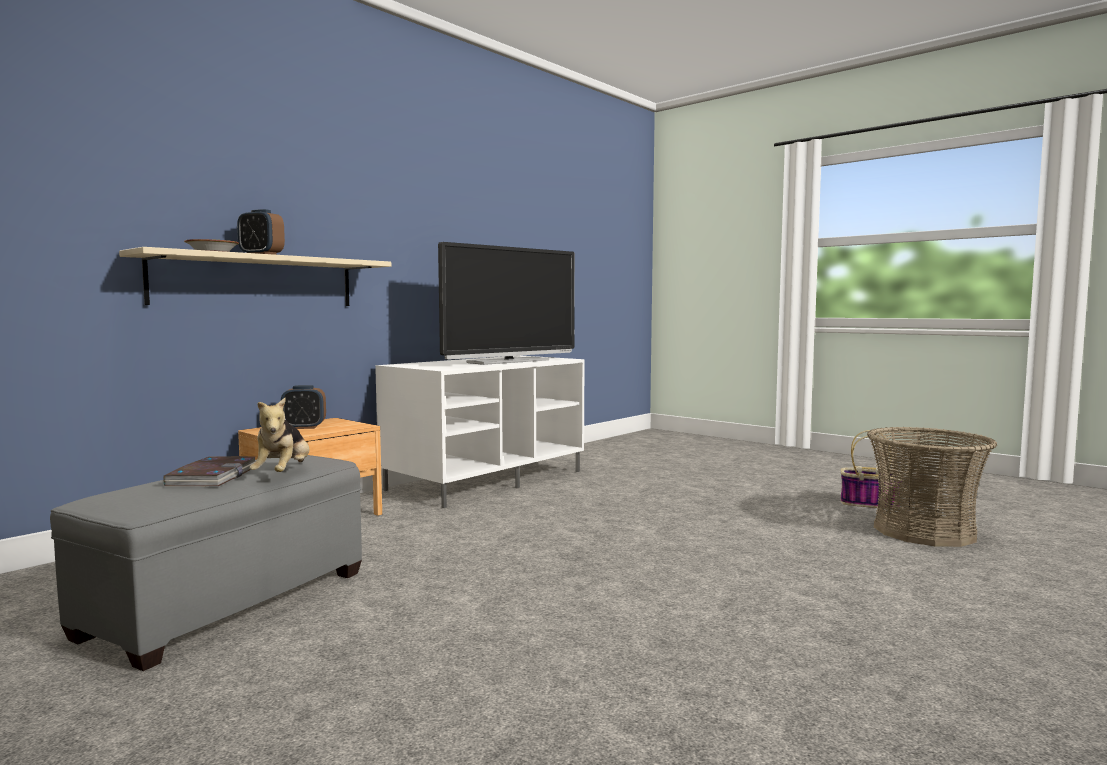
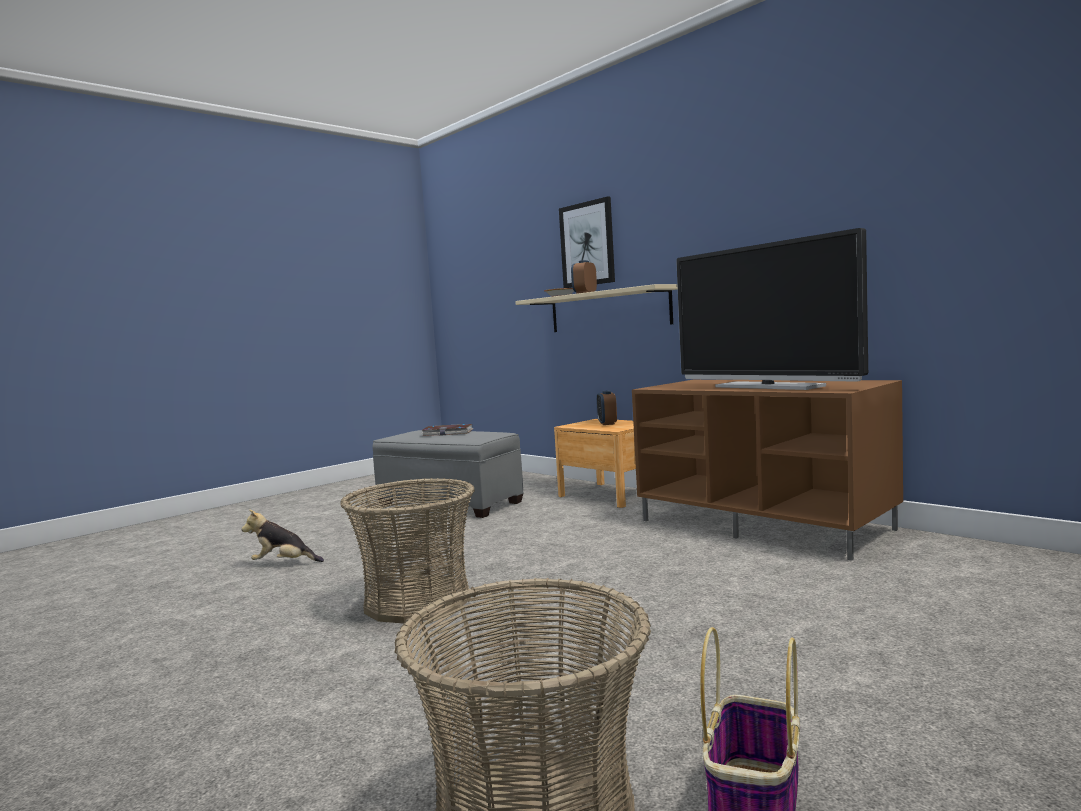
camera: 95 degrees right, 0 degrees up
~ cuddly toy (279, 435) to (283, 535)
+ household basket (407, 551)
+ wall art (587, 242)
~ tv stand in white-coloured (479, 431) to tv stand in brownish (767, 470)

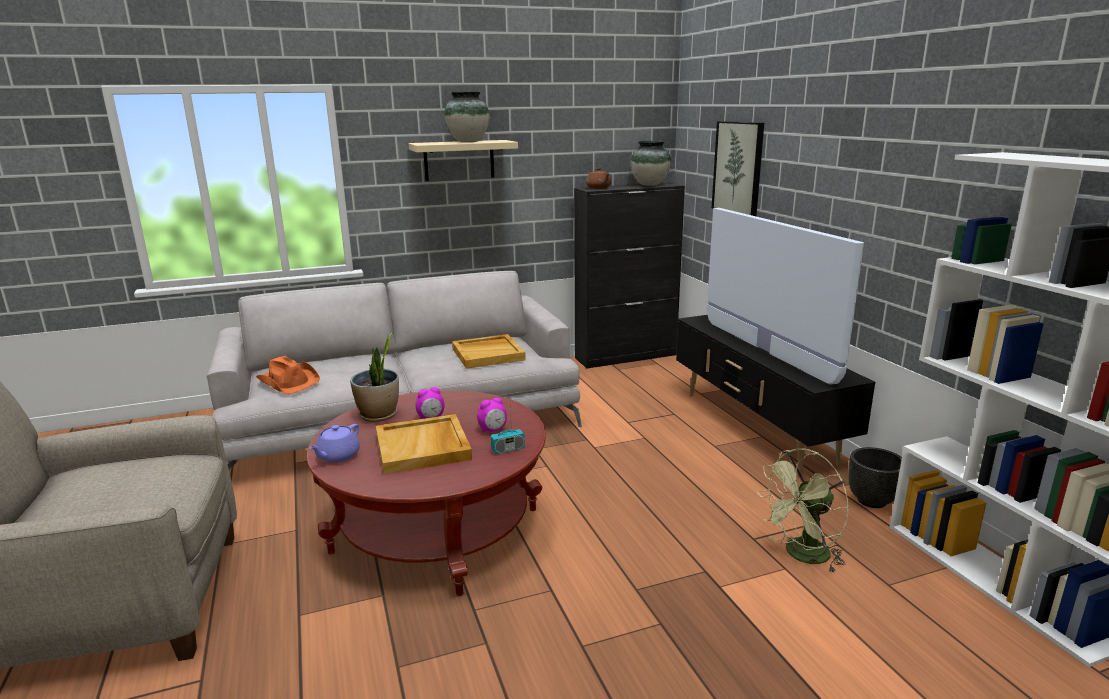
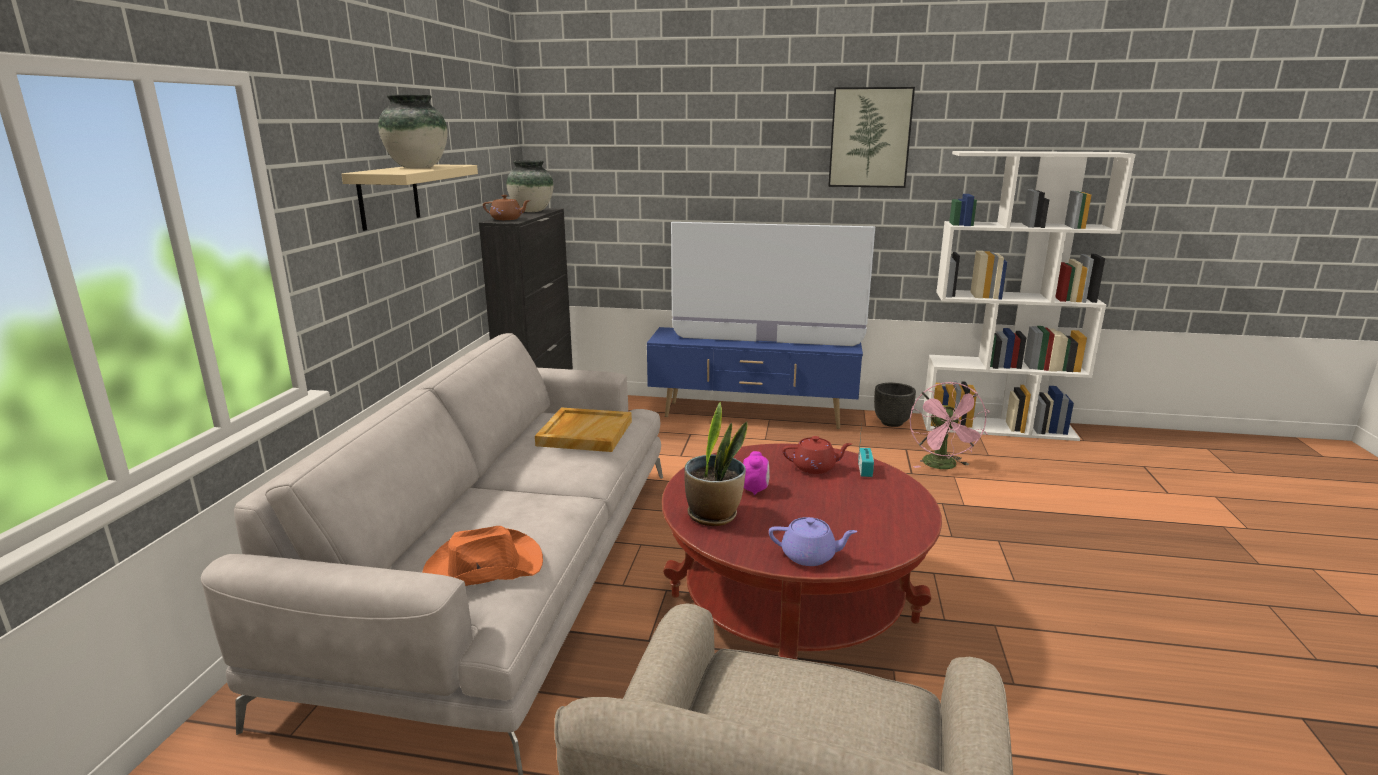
camera: 60 degrees left, 0 degrees up
~ tv stand in blackish (775, 395) to tv stand in blue-coloured (755, 378)
~ tea pot in purple (335, 443) = (813, 541) 45 degrees counterclockwise
~ alarm clock (492, 415) to tea pot in red-coloured (817, 455)
~ wall art (738, 168) to (871, 137)
~ cooling fan in greenish (803, 511) to cooling fan in pinkish (950, 425)
- carrying tray in beige (424, 444)

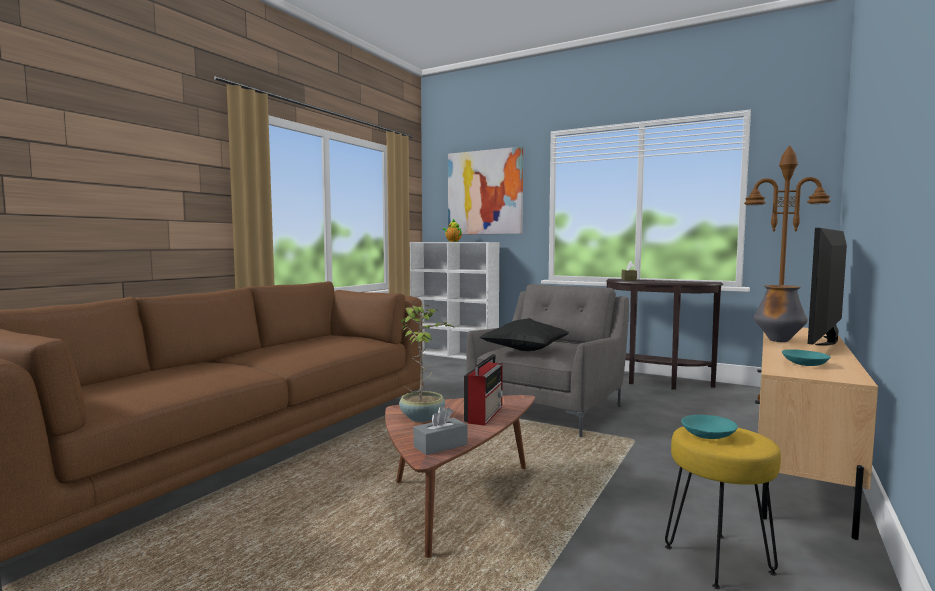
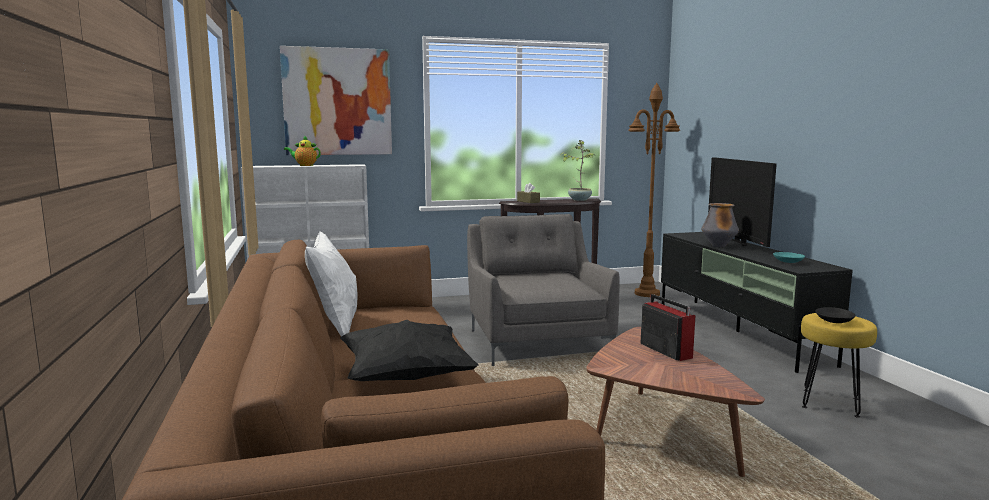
camera: 45 degrees left, 5 degrees up
+ pillow in white-coloured (331, 284)
~ pillow in blackish (524, 334) to (409, 350)
~ potted plant (426, 363) to (578, 170)
~ tv stand in beige (816, 433) to tv stand in blackish (757, 302)
~ bowl in turquoise-coloured (709, 427) to bowl in blackish (835, 315)
- tissue holder in grey (440, 430)

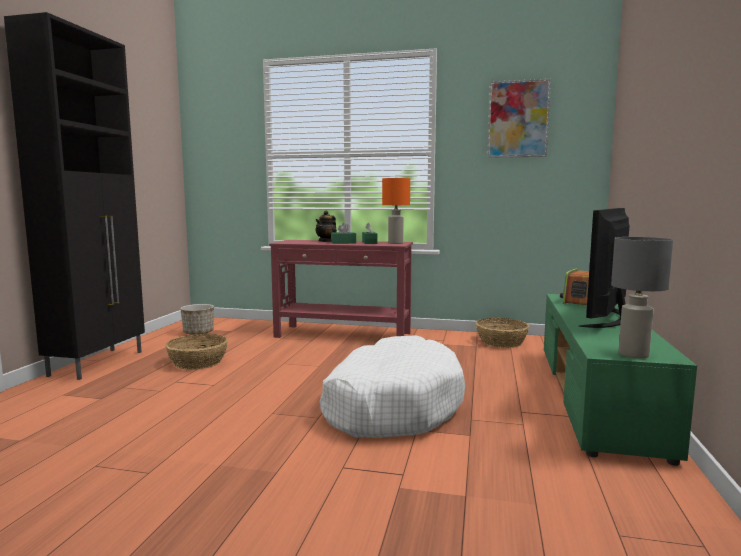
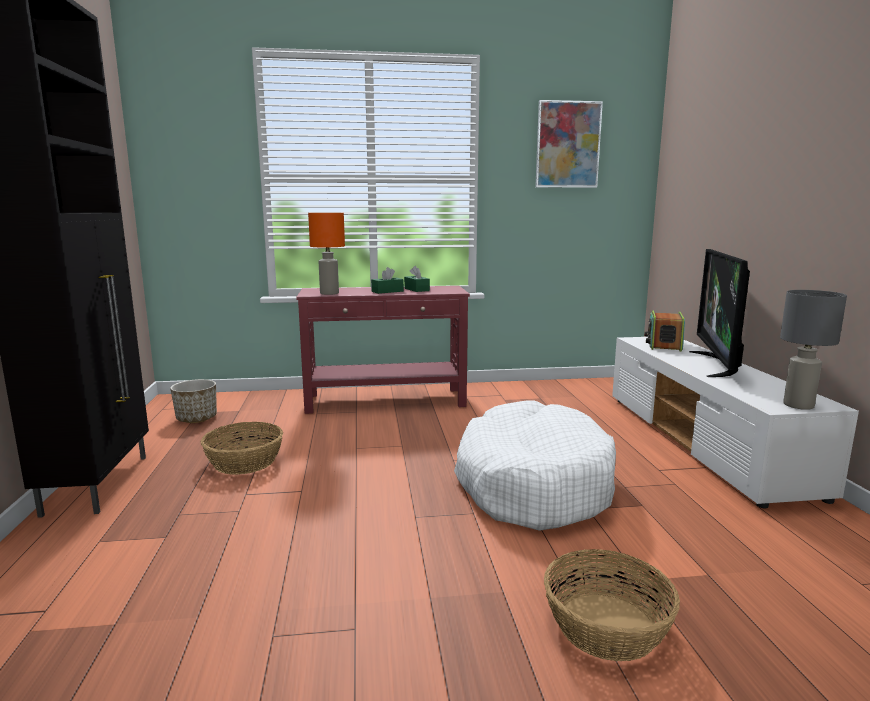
camera: 20 degrees left, 5 degrees up
~ table lamp in orange-coloured (396, 211) to (326, 254)
~ household basket (502, 333) to (612, 605)
~ tv stand in greenish (620, 380) to tv stand in white-coloured (735, 422)
- tea pot (326, 226)

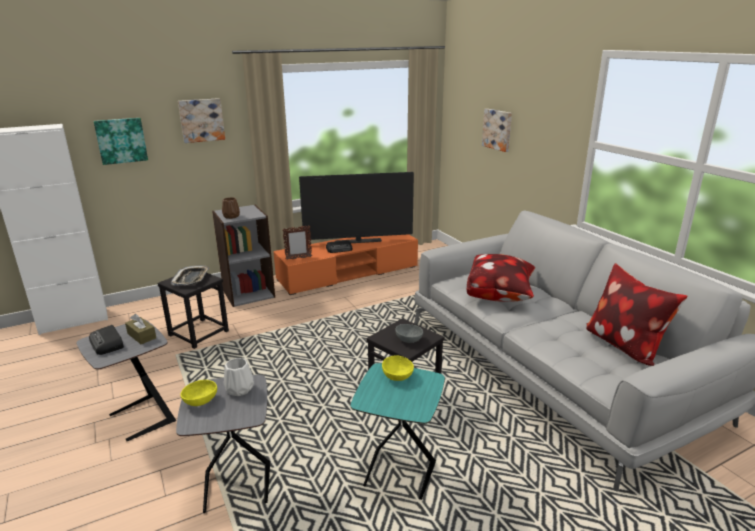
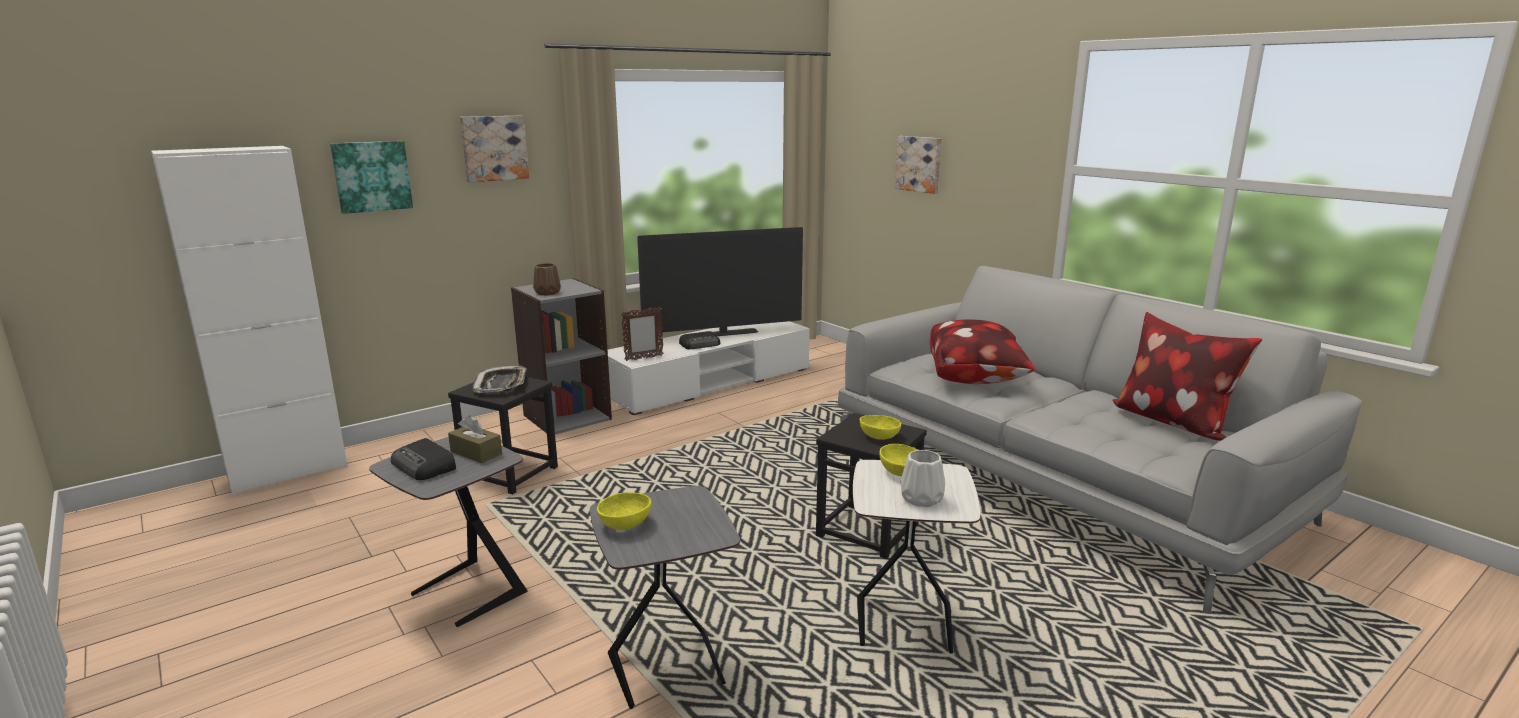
camera: 10 degrees left, 5 degrees down
~ tv stand in orange-coloured (345, 264) to tv stand in white-coloured (709, 368)
~ side table in turquoise-coloured (397, 431) to side table in white-coloured (916, 557)
~ bowl in grey (409, 333) to bowl in yellow (880, 427)
~ decorative vase in white-coloured (239, 377) to (922, 478)

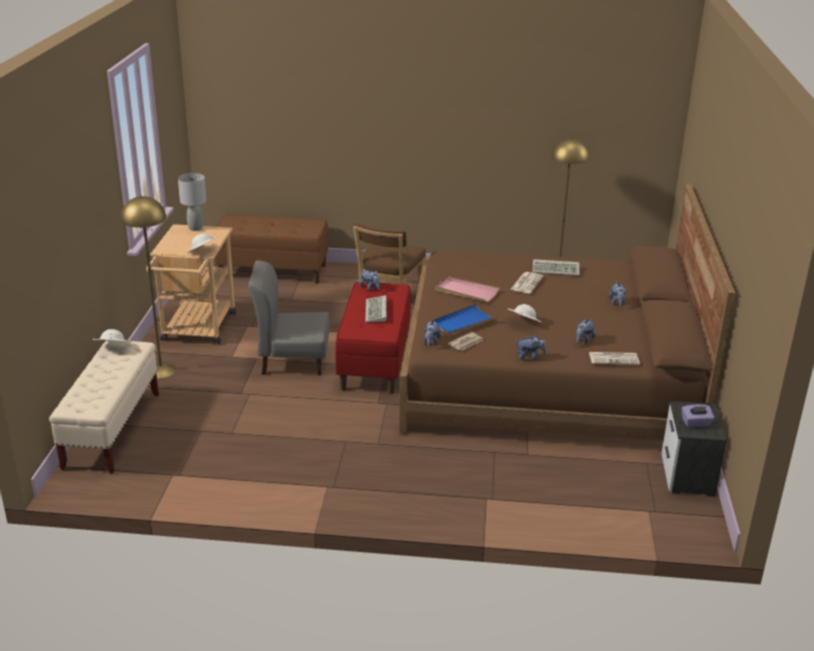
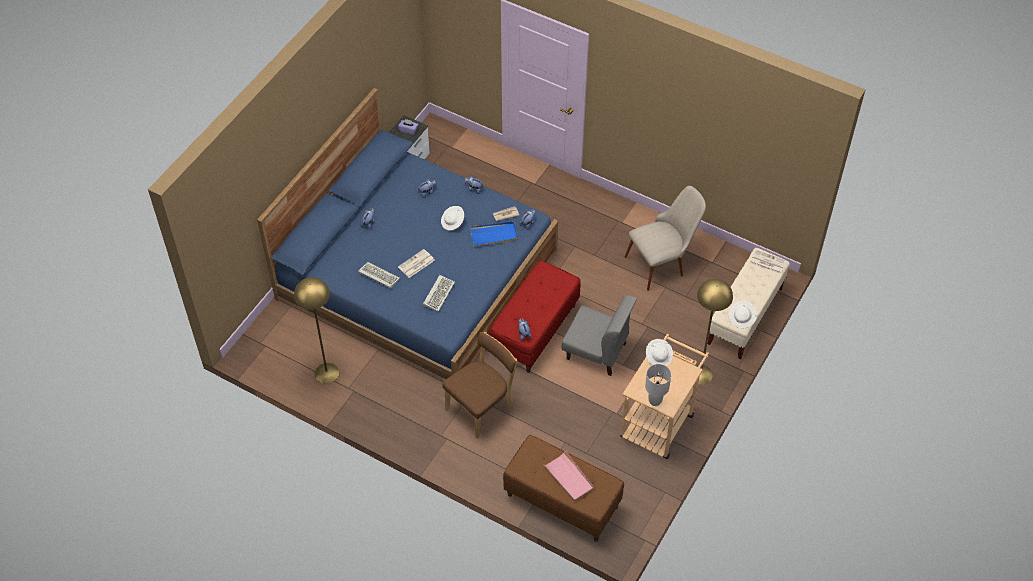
camera: 155 degrees left, 25 degrees up
~ sleeping bed in brownish (567, 312) to sleeping bed in blue-coloured (407, 233)
~ computer keyboard (376, 309) to (439, 293)
~ carrying tray in pinkish (467, 289) to (568, 475)
+ upright chair in beige (665, 238)
~ newspaper (614, 358) to (768, 262)

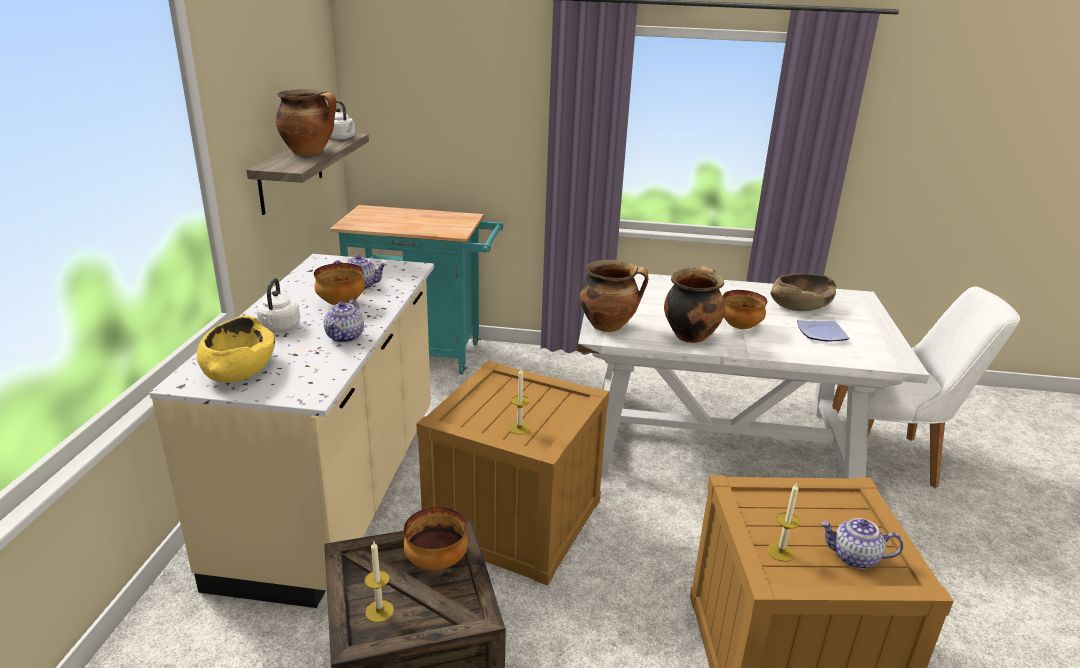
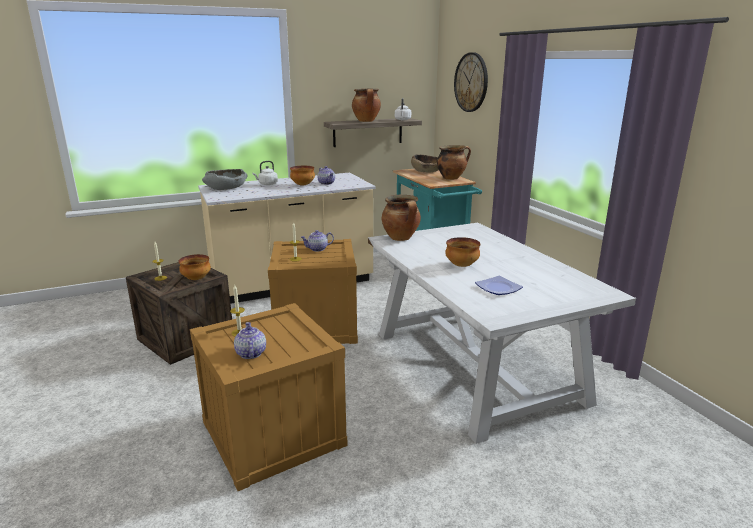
camera: 60 degrees right, 5 degrees down
~ bowl in yellow (236, 349) to bowl in grey (224, 179)
~ tea pot (344, 321) to (317, 241)
~ bowl in brownish (803, 292) to (425, 164)
~ saucepot (695, 304) to (454, 162)
+ wall clock (471, 82)
- upright chair in white-coloured (926, 387)

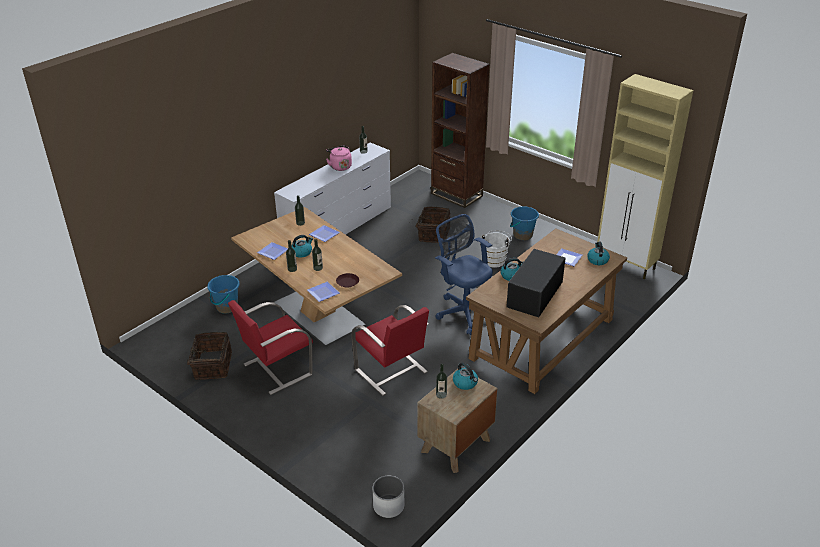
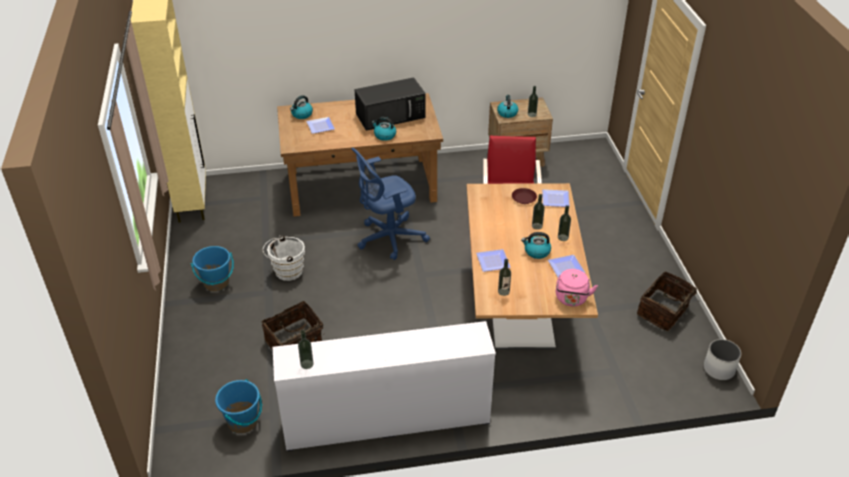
camera: 140 degrees left, 5 degrees up
~ bucket in blue-coloured (223, 294) to (238, 406)
~ desk chair in blue-coloured (464, 274) = (390, 204) 60 degrees clockwise
~ water kettle in pinkish (339, 158) to (577, 287)
~ planter in white-coloured (389, 497) to (722, 359)
- upright chair in red-coloured (270, 347)
- shelving unit in brownish (460, 130)

